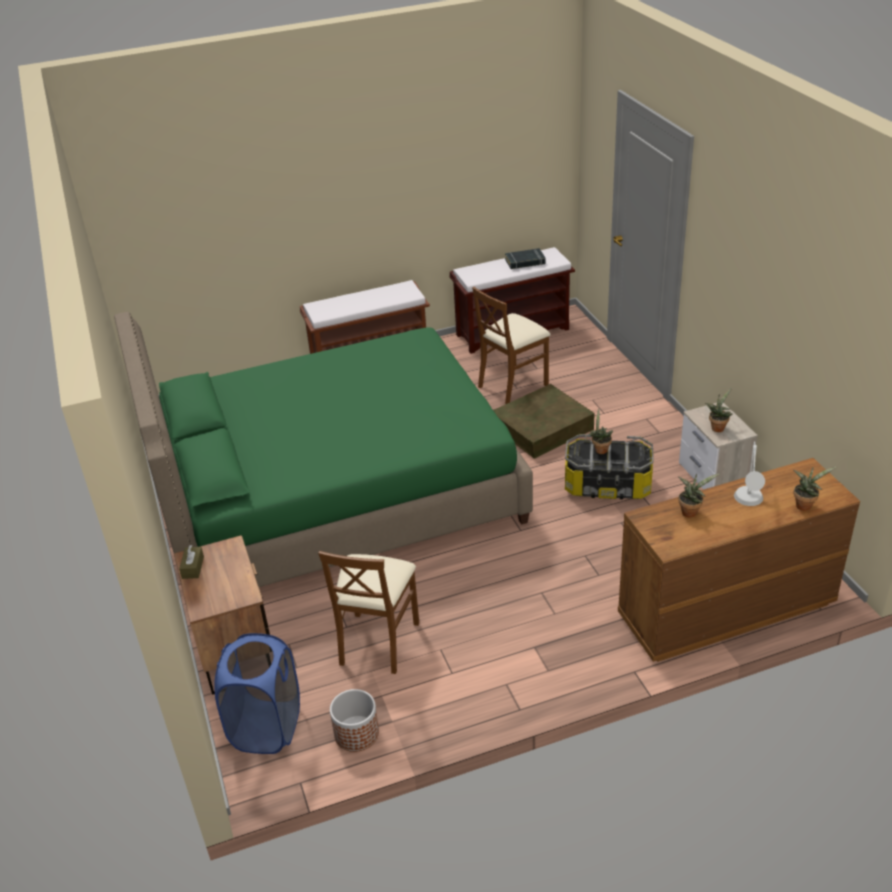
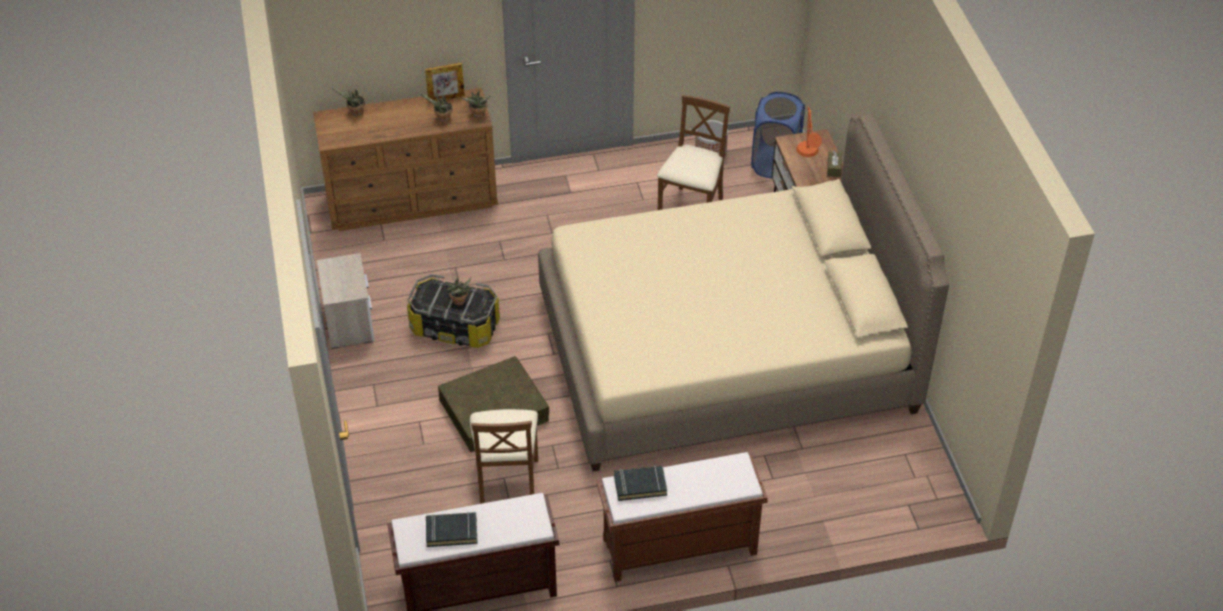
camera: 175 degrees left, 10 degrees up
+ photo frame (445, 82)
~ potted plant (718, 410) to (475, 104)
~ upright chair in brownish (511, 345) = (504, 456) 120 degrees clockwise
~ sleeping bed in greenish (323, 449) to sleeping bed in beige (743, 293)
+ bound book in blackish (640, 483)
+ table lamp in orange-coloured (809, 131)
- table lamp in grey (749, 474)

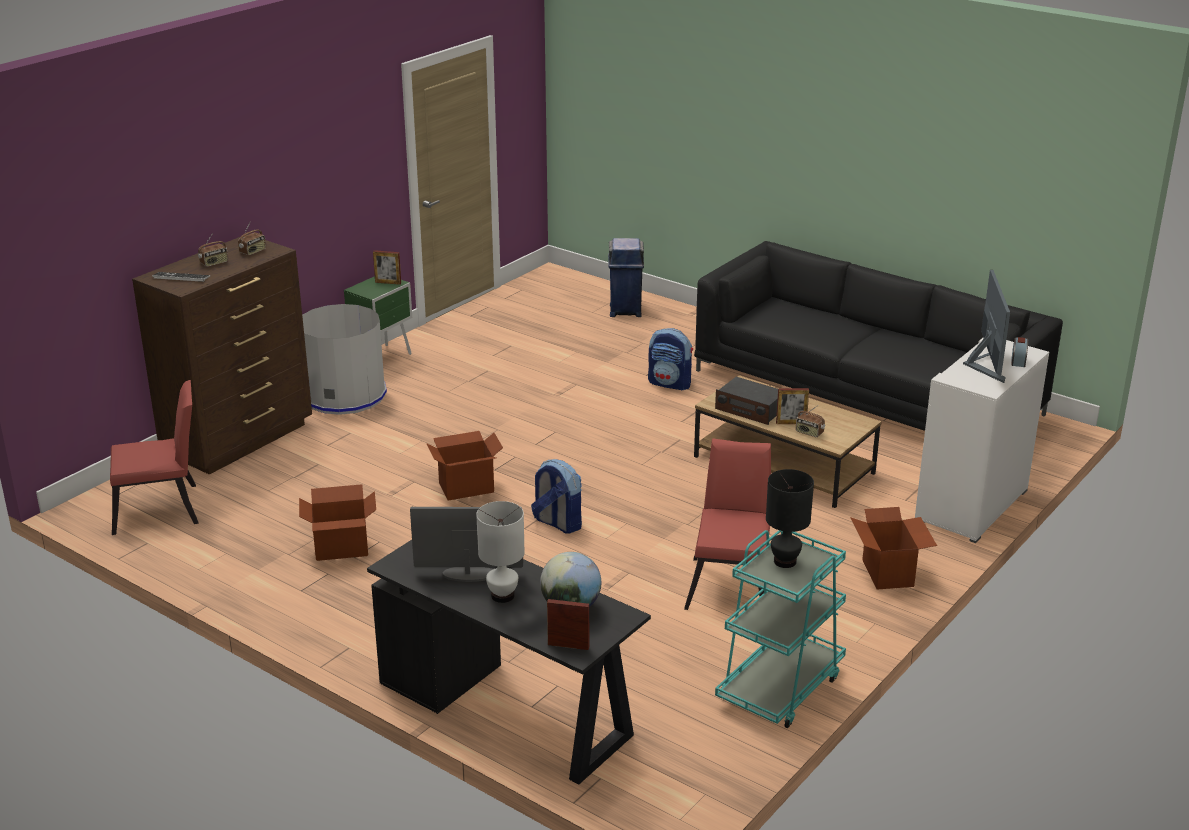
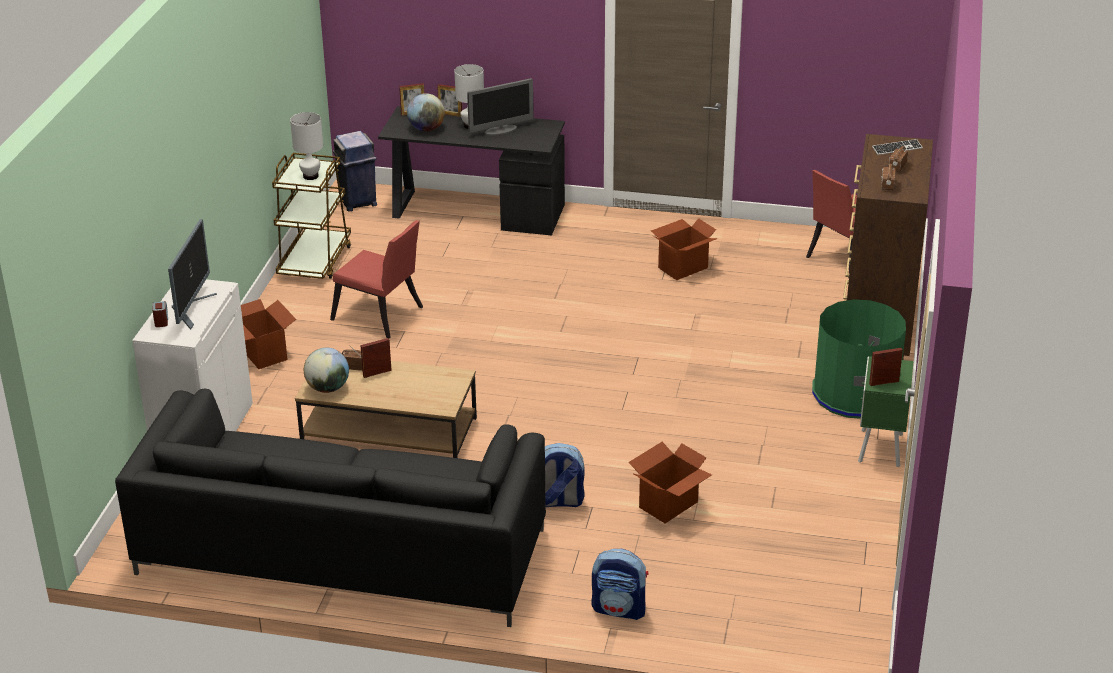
camera: 155 degrees right, 5 degrees up
~ computer screen (986, 326) = (192, 274) 150 degrees counterclockwise
~ cart in turquoise-coloured (780, 629) to cart in brownish (311, 216)
~ table lamp in blackish (790, 518) to table lamp in white-coloured (306, 146)
+ globe (326, 370)
~ upright chair in red-coloured (727, 524) = (376, 279) 45 degrees counterclockwise
~ waste bin in blue-coloured (626, 277) to (355, 171)
+ photo frame (449, 100)
~ rucksack (556, 496) to (620, 584)
~ cardboard box (464, 466) to (670, 482)
~ waste bin in grey (344, 359) to waste bin in greenish (859, 359)
- radio (746, 401)

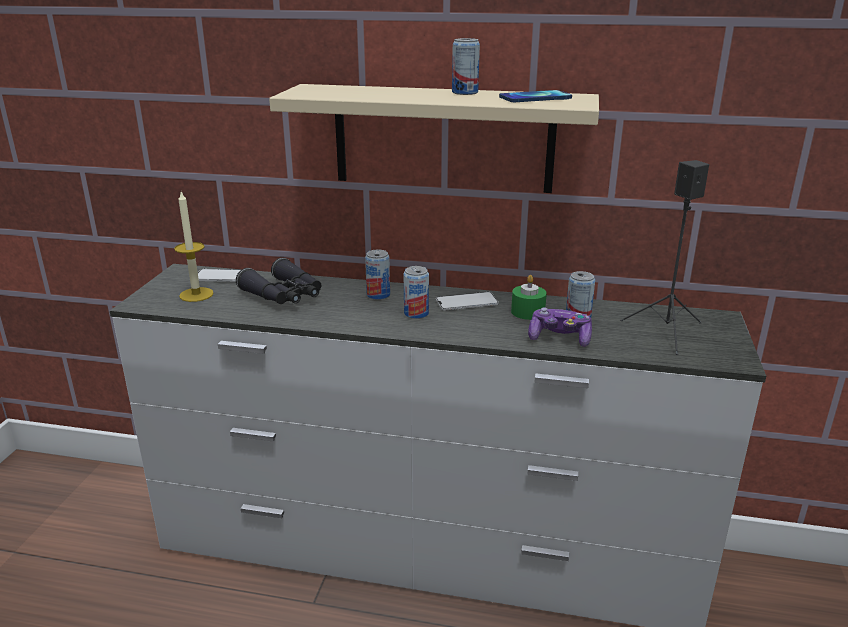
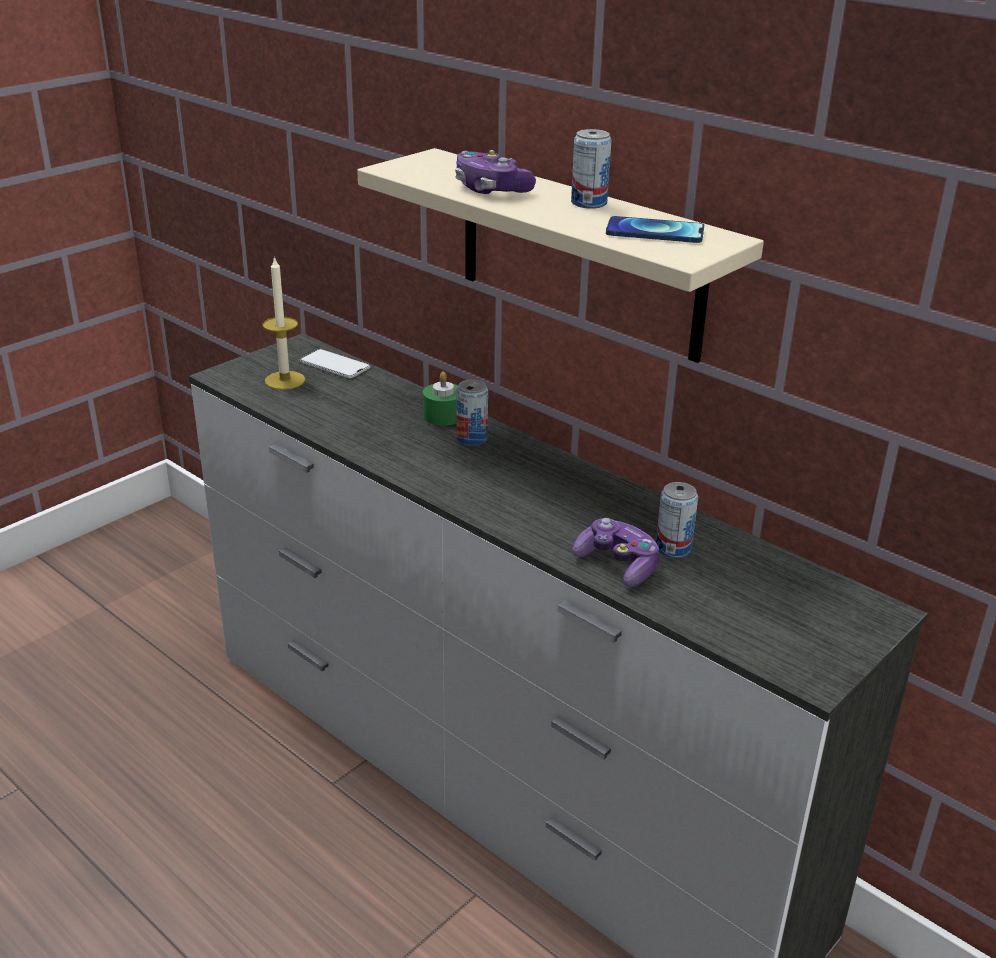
camera: 30 degrees right, 5 degrees up
~ wax candle in greenish (529, 297) to (440, 398)
+ joypad (495, 172)
- binoculars in blackish (278, 281)
- metal can (416, 292)
- handset (467, 301)
- loudspeaker in blackish (665, 257)

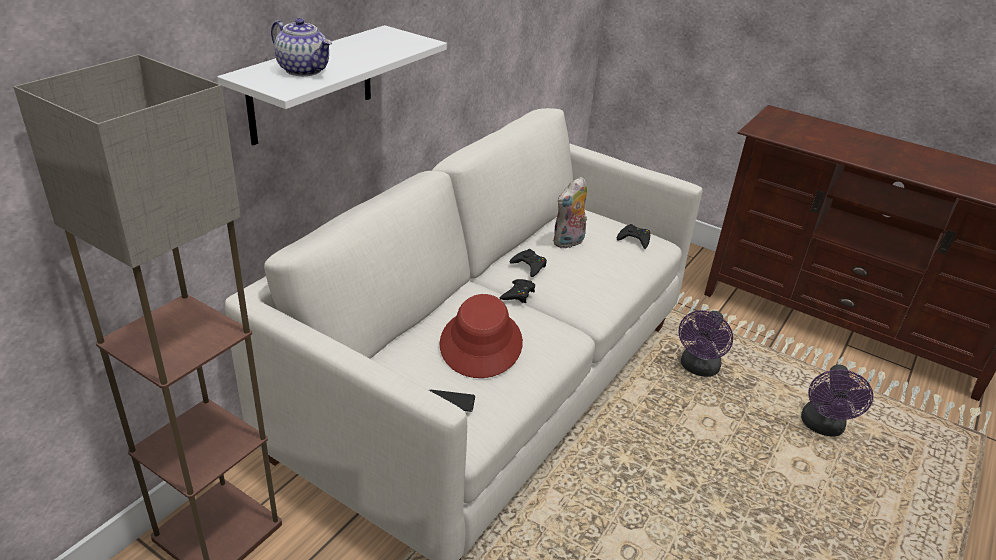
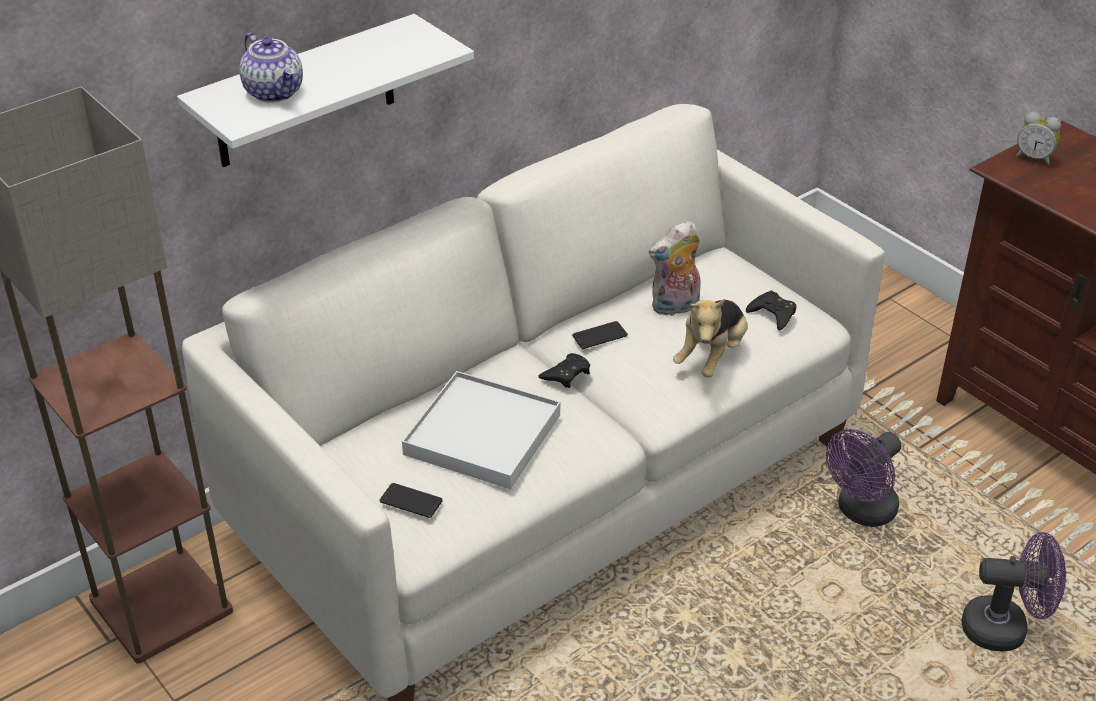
camera: 20 degrees right, 5 degrees up
~ wearable hat in red-coloured (481, 336) to carrying tray in white-coloured (481, 430)
~ joypad in blackish (528, 263) to handset (600, 335)
+ cuddly toy (710, 338)
~ cooling fan in purple (837, 400) = (1014, 591) 120 degrees counterclockwise
+ alarm clock (1038, 138)

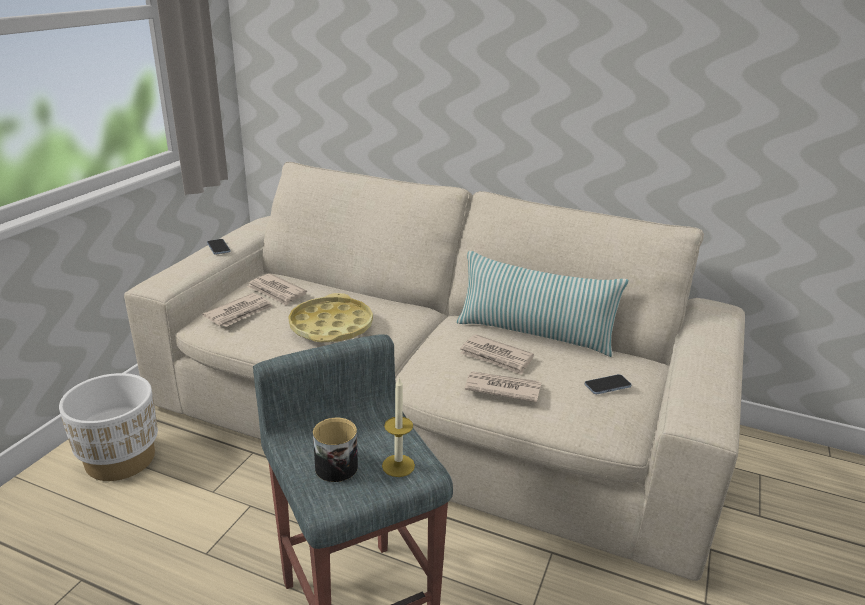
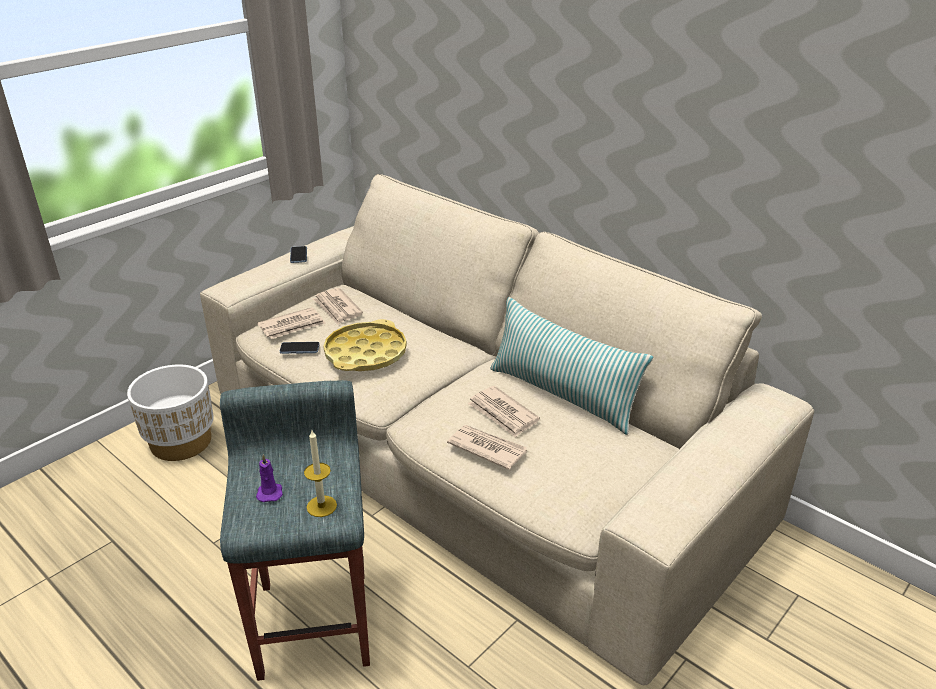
camera: 20 degrees right, 5 degrees up
~ mug (335, 450) to wax candle in purple (269, 478)
~ handset (608, 384) to (300, 348)

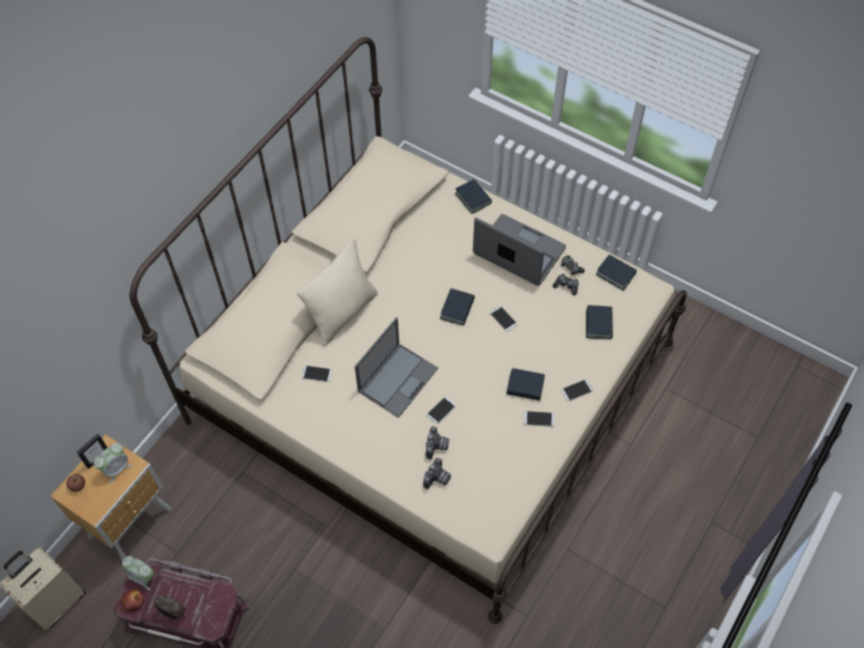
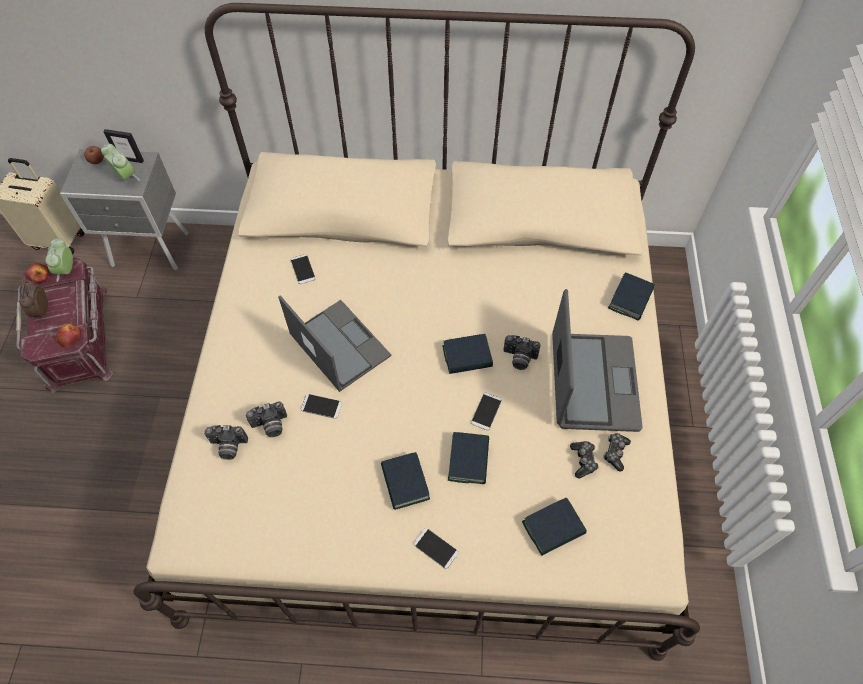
camera: 60 degrees right, 0 degrees up
+ apple fruit (68, 335)
~ night table in brownish (110, 497) to night table in grey (124, 209)
~ alarm clock (112, 463) = (120, 162) 150 degrees counterclockwise
~ portable computer (396, 367) = (335, 343) 135 degrees counterclockwise
~ bound book (616, 272) to (468, 458)
+ photo camera (521, 352)
- pillow in beige (337, 292)
- handset (539, 419)

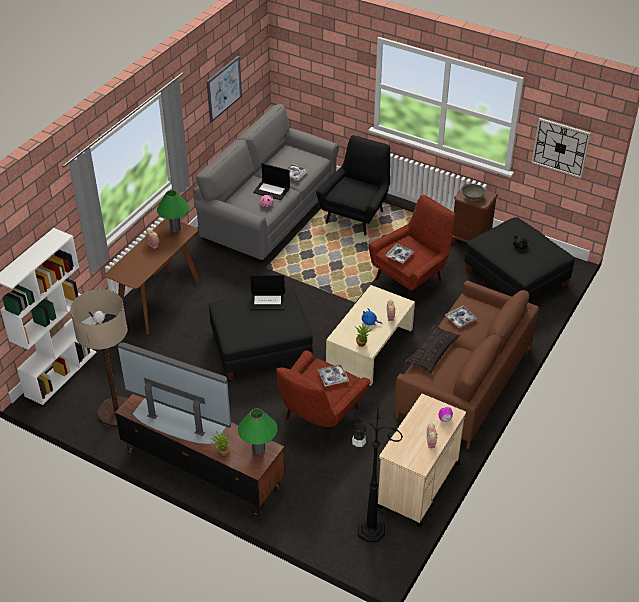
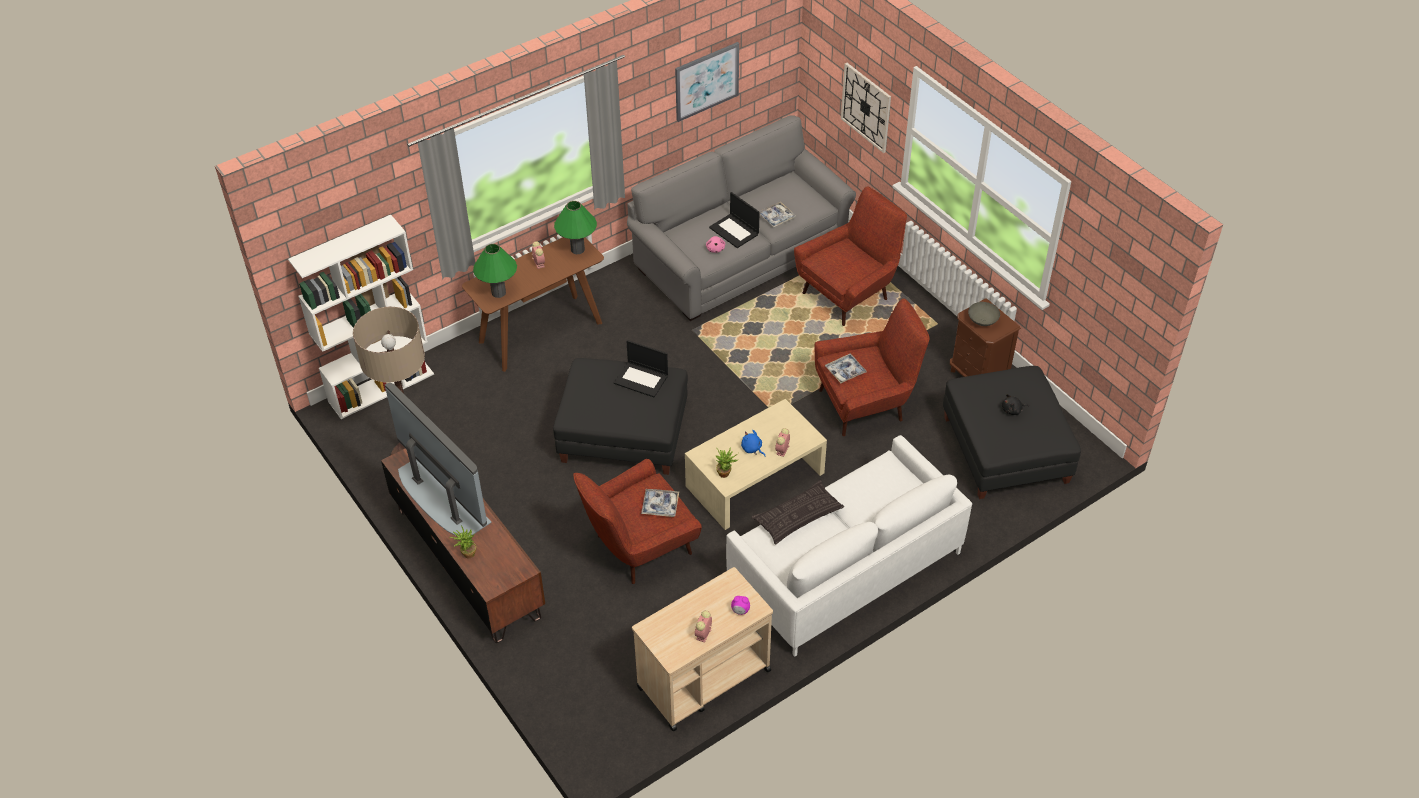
camera: 25 degrees right, 5 degrees up
~ table lamp in greenish (258, 431) to (495, 271)
~ sofa in brownish (467, 365) to sofa in white-coloured (849, 546)
~ lounge chair in blackish (353, 185) to lounge chair in red-coloured (850, 256)
~ wall clock (561, 148) to (866, 108)
- standard lamp in blackish (377, 475)
- carrying tray (461, 317)

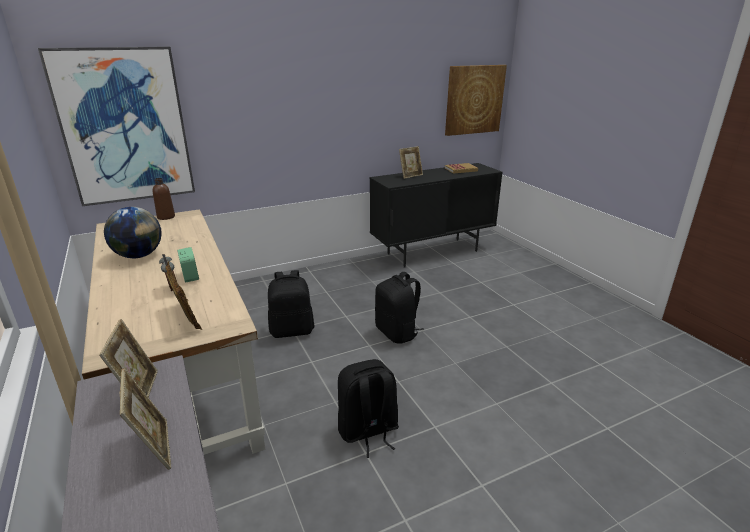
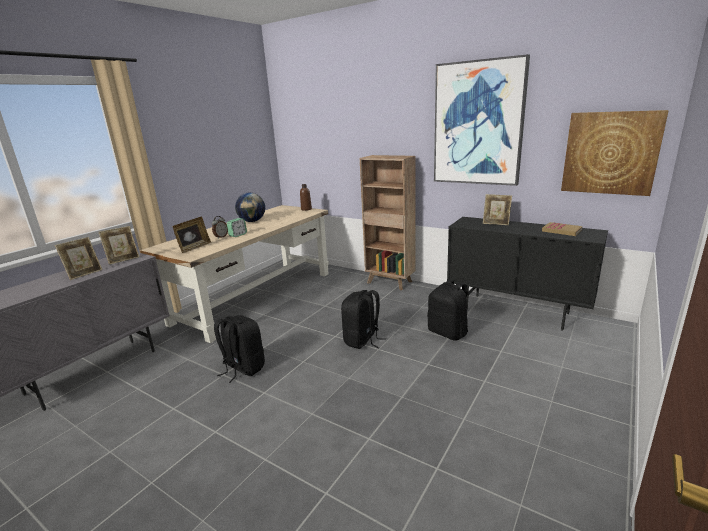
camera: 60 degrees right, 5 degrees down
+ shelving unit in brownish (388, 222)
~ rucksack in blackish (291, 304) to (447, 310)
~ wall art (116, 126) to (482, 120)

